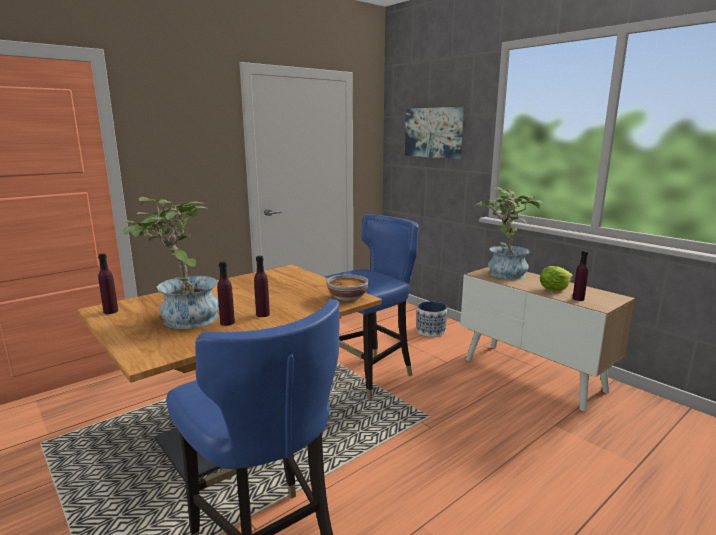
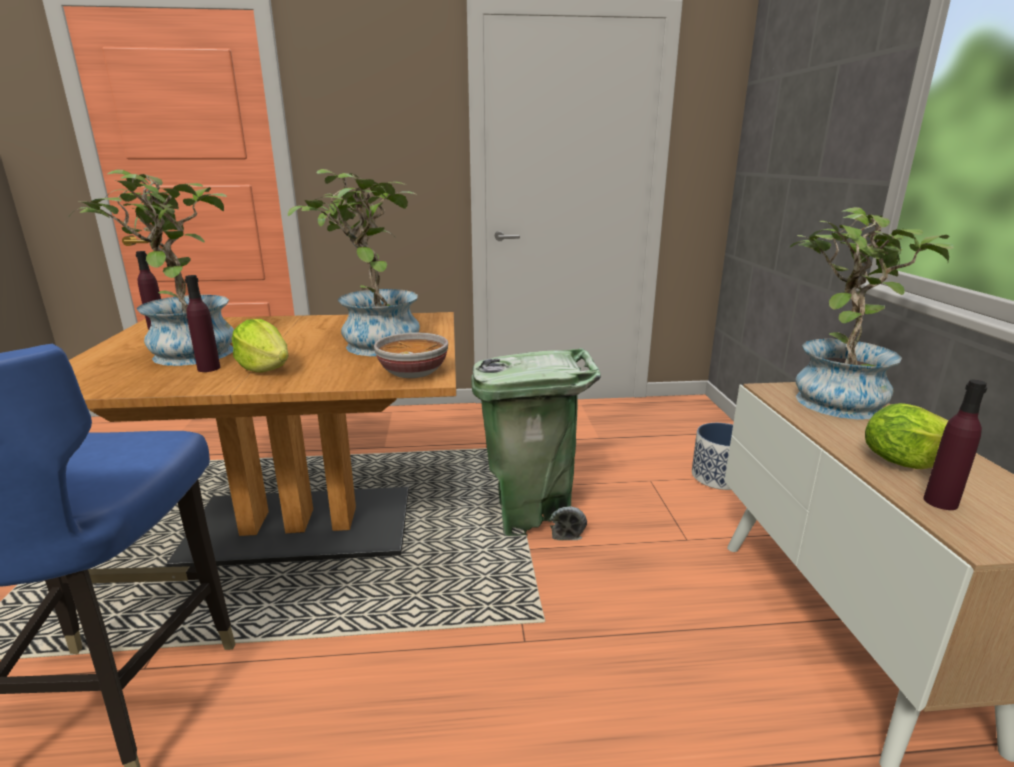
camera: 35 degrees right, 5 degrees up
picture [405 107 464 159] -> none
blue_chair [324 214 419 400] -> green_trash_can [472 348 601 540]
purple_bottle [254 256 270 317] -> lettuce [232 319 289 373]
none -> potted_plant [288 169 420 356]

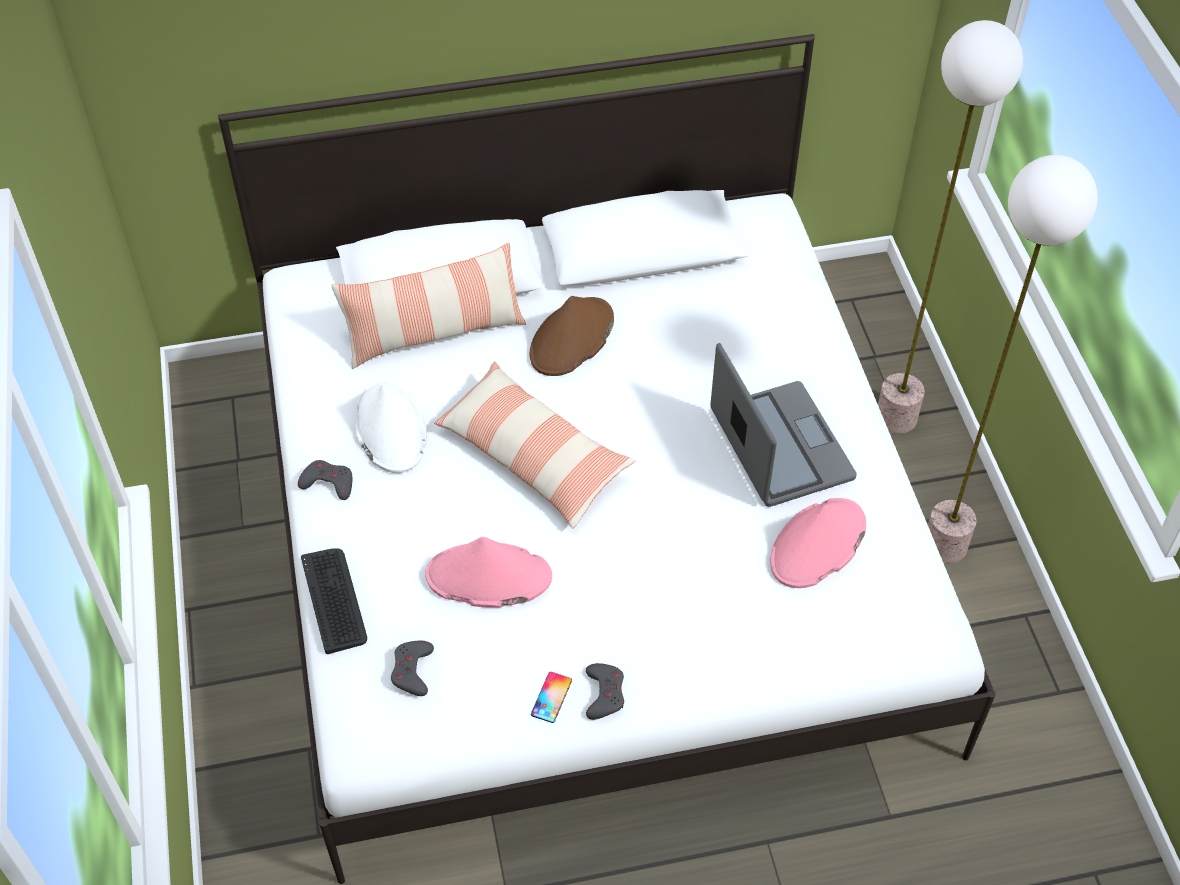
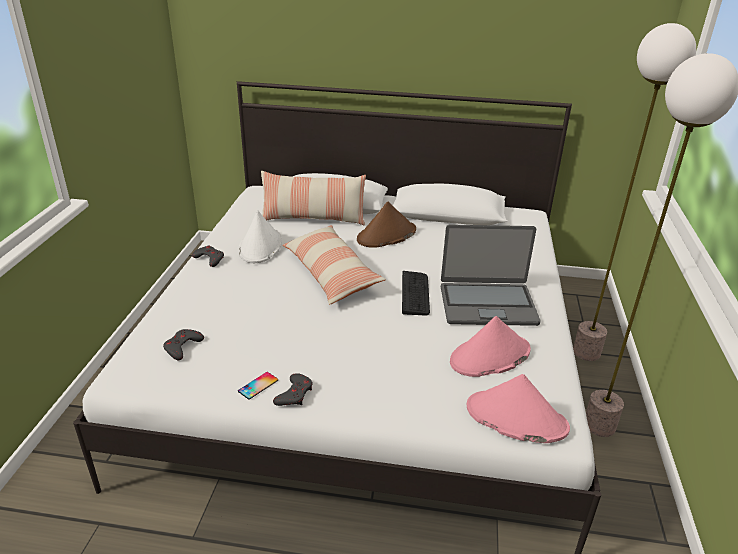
camera: 20 degrees right, 20 degrees down
laptop [710 343 857 507] -> laptop [441 224 541 326], 90 degrees clockwise
pink_hat [425 537 552 608] -> pink_hat [467 374 570 443], move
keyboard [301 548 367 654] -> keyboard [402 271 430 316], move

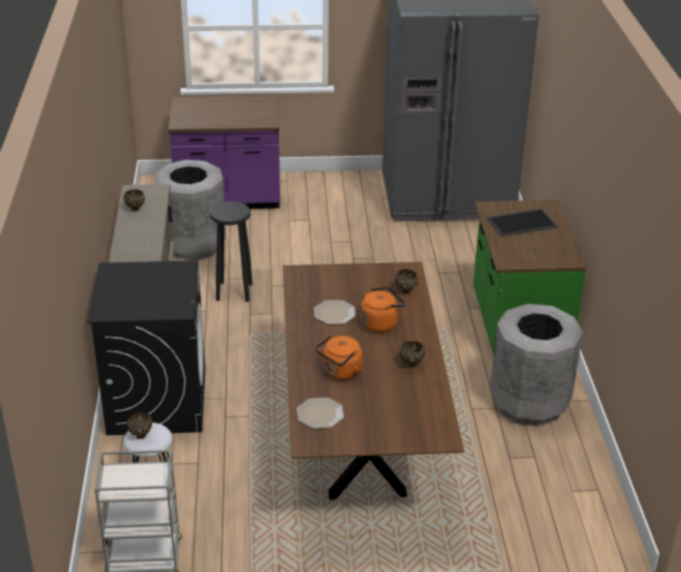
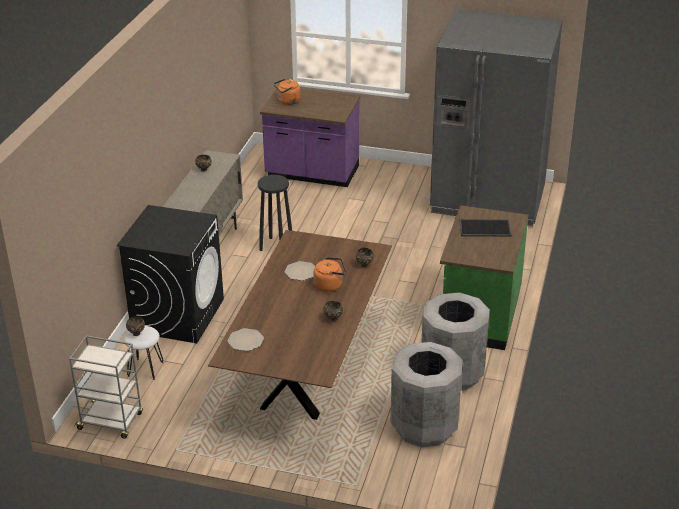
camera: 20 degrees right, 0 degrees up
grey_trash_can [154 160 226 261] -> grey_trash_can [391 342 463 447], move
orange_kettle [315 335 364 380] -> orange_kettle [274 79 301 105], move

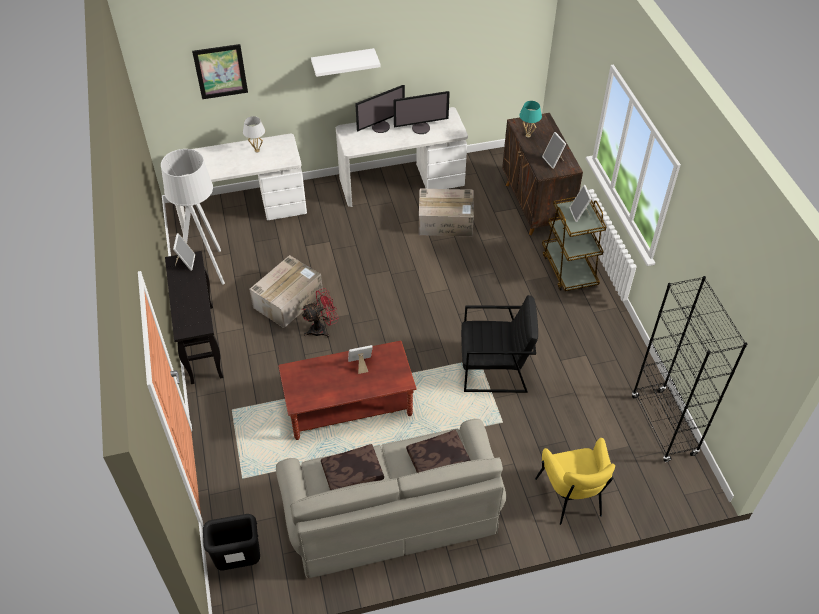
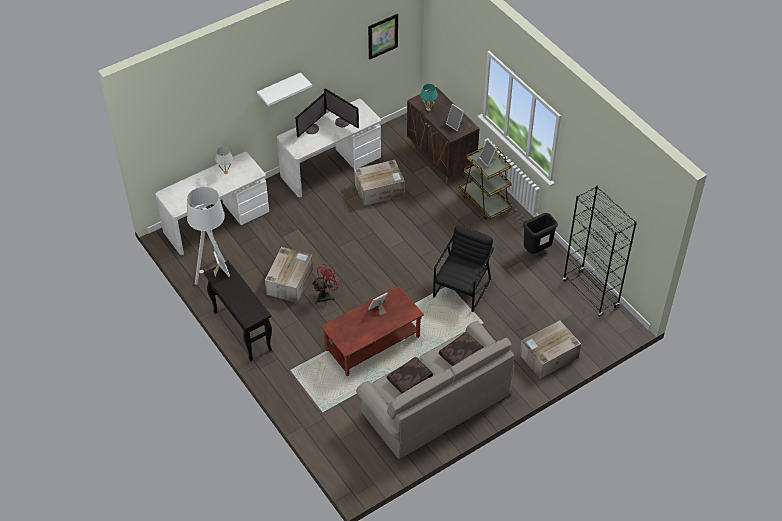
camera: 20 degrees left, 0 degrees up
picture [192 44 248 99] -> picture [368 14 398 60], move
monitor [393 91 450 134] -> monitor [324 89 359 129], 75 degrees clockwise
black_armchair [461 295 538 393] -> black_armchair [433 226 495 312], 45 degrees counterclockwise
yellow_armchair [535 438 615 525] -> cardboard_box [520 321 581 379]
black_trash_can [203 514 260 570] -> black_trash_can [523 213 558 254], move

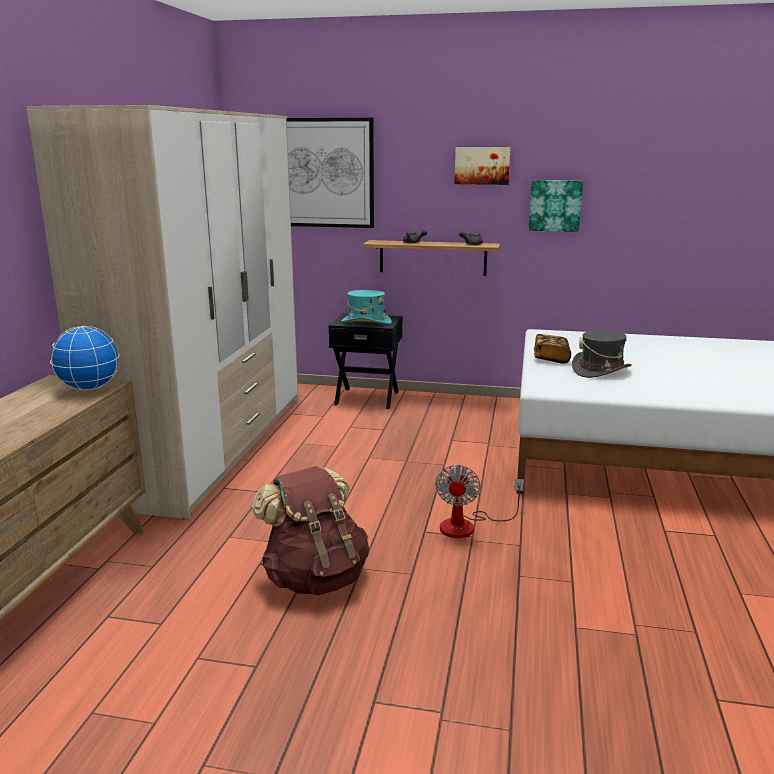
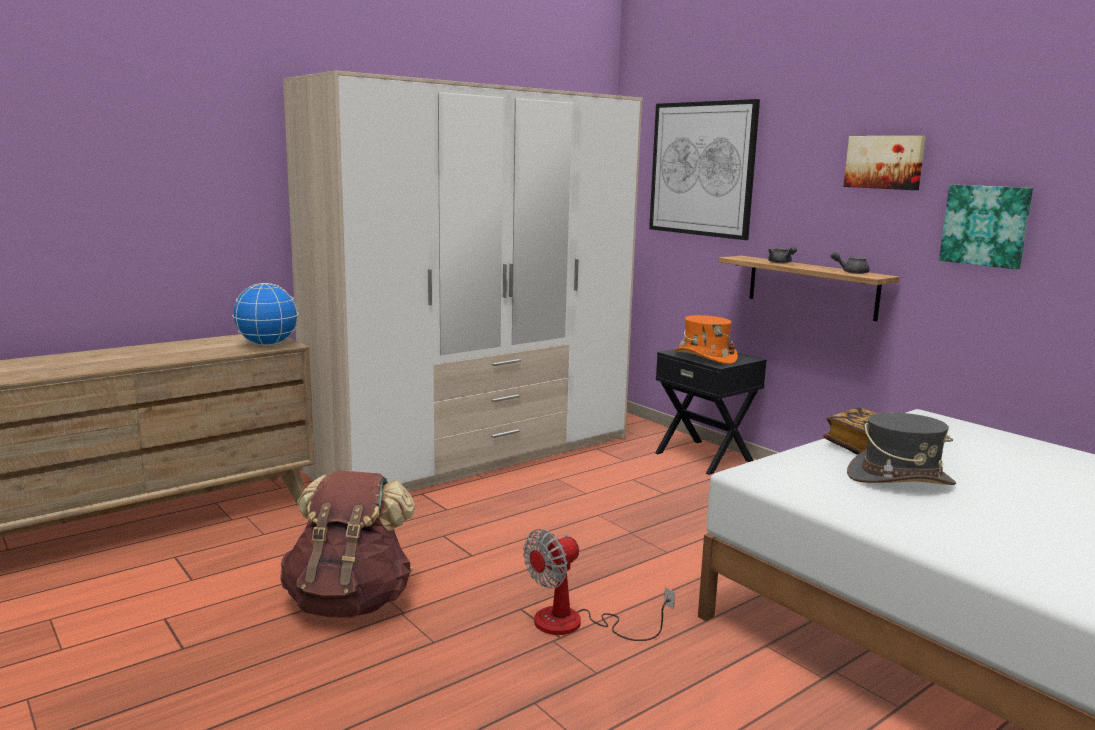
camera: 40 degrees right, 5 degrees down
turquoise_hat [341 290 392 324] -> orange_hat [674 315 738 364]

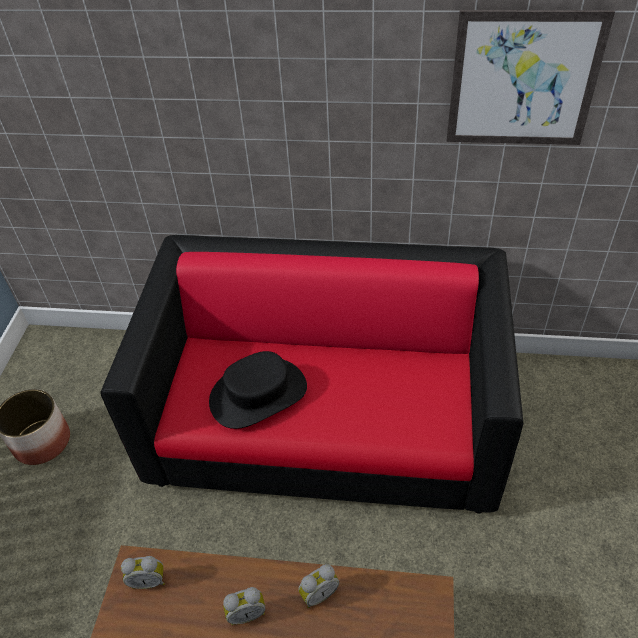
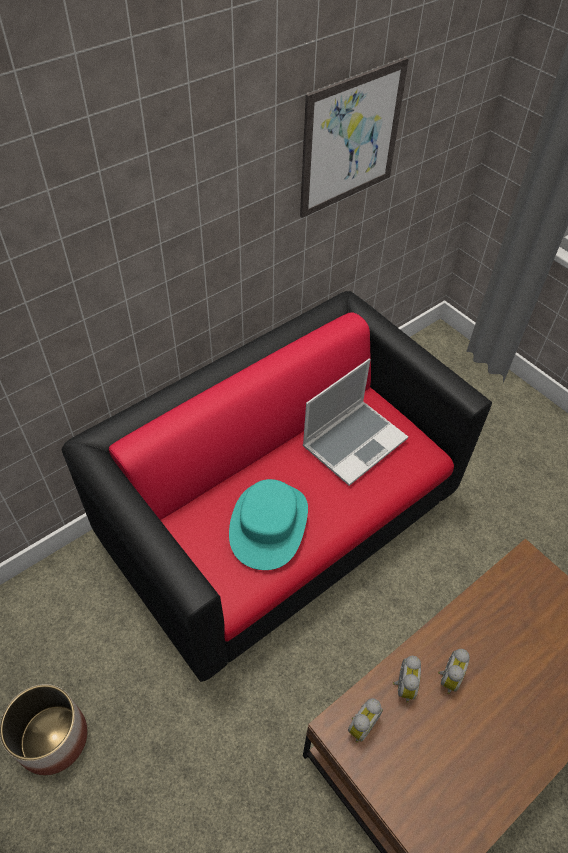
camera: 50 degrees left, 5 degrees up
black_hat [209 351 307 429] -> turquoise_hat [229 479 308 570]
alarm_clock [298 564 339 608] -> alarm_clock [393 656 421 703], move
none -> laptop [302 359 408 486]

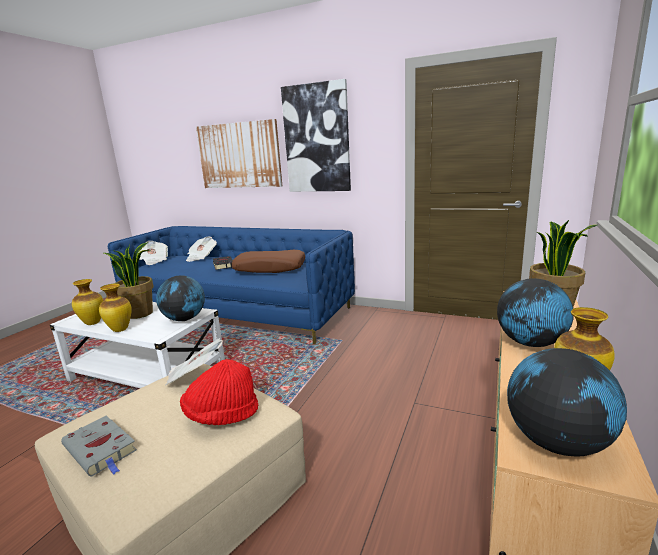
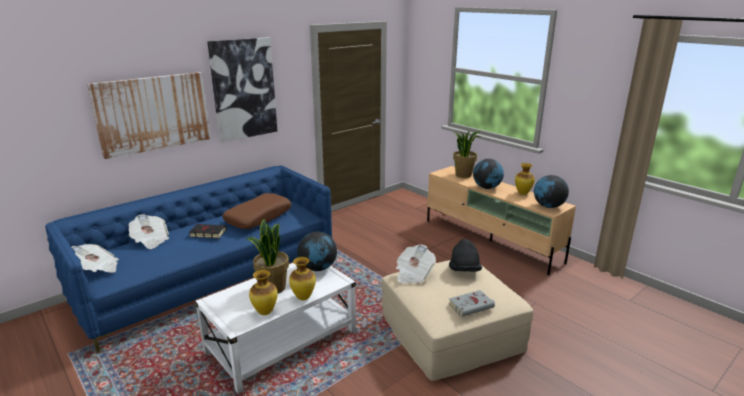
camera: 65 degrees left, 5 degrees up
red_hat [180 359 258 425] -> black_hat [449 239 482 272]

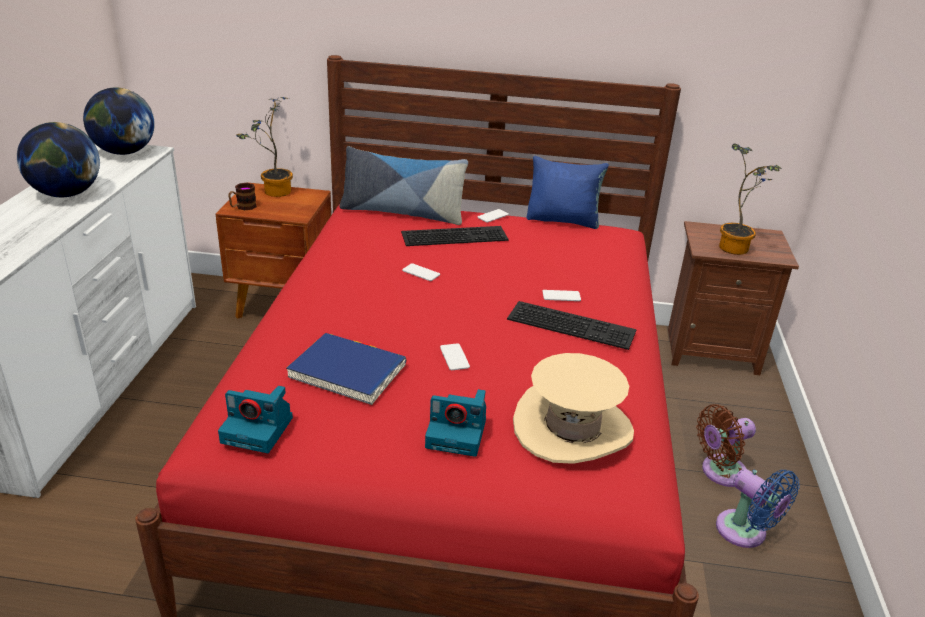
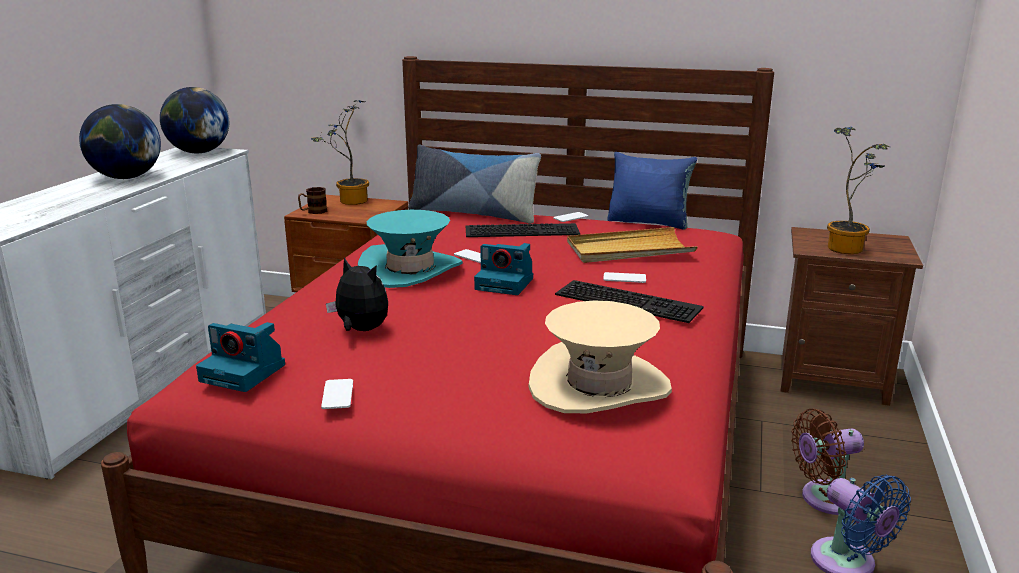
camera: 10 degrees right, 10 degrees down
blue_book [286 333 406 405] -> plush_toy [326 258 388 331]
phone [440 343 470 370] -> phone [321 379 353 409], move
photo_camera [425 389 486 457] -> photo_camera [474 243 533 295], move
none -> turquoise_hat [358 210 463 288]
none -> beige_tray [567 227 697 263]

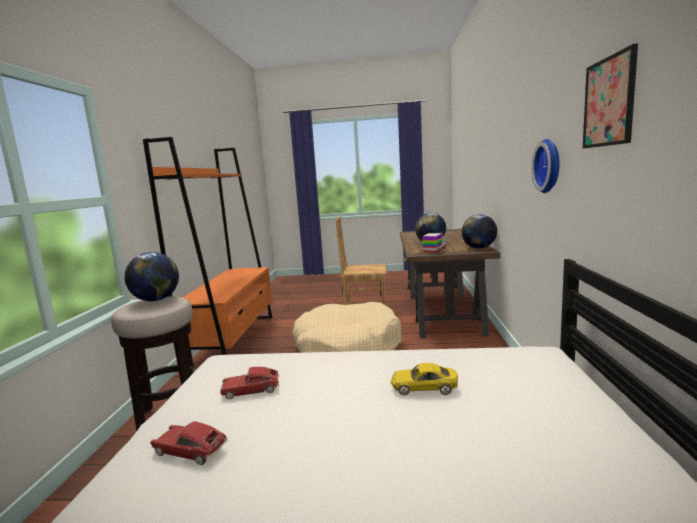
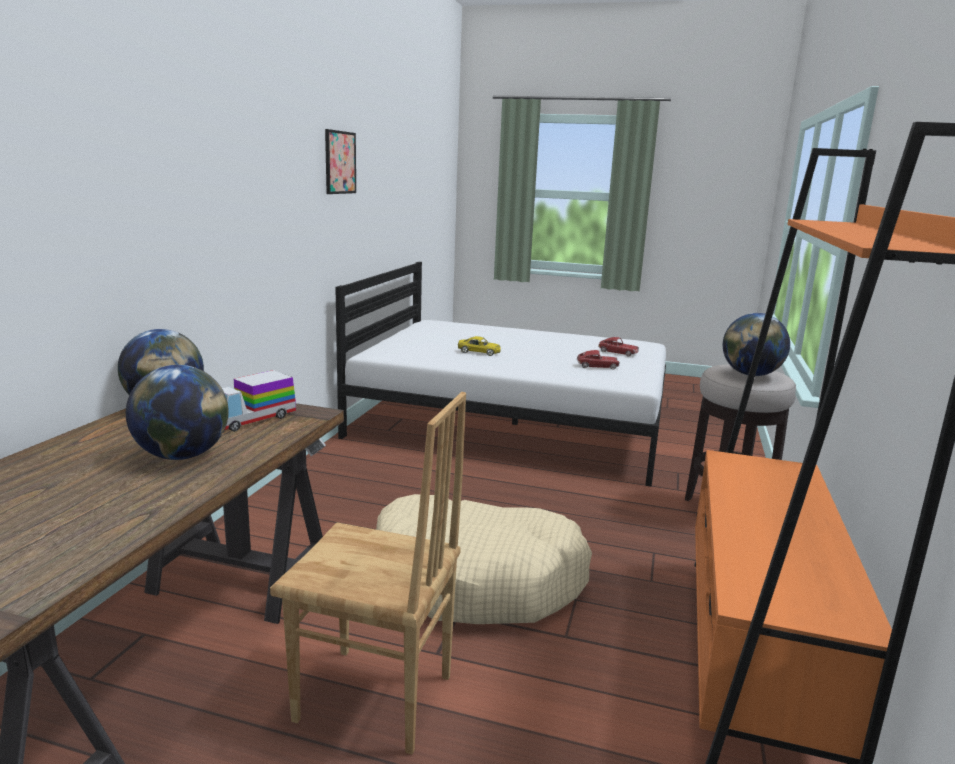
camera: 170 degrees left, 5 degrees up
wall_clock [532 139 559 193] -> none

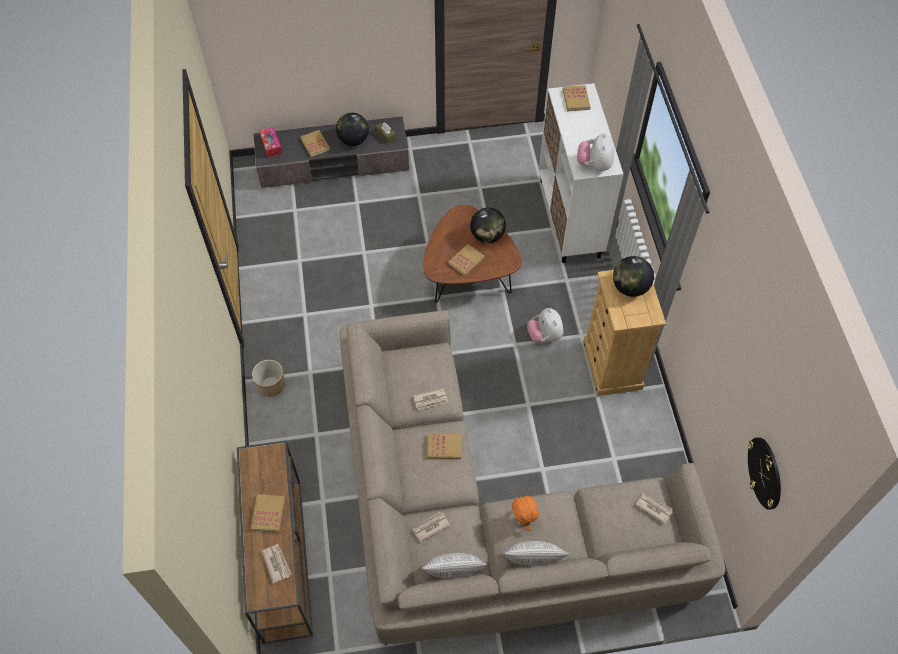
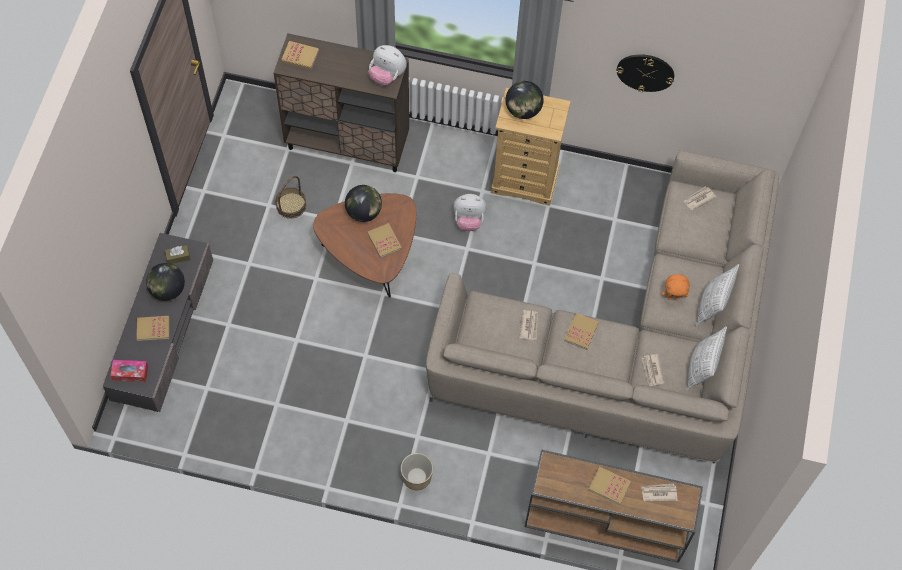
camera: 70 degrees left, 5 degrees up
white_cabinet [539 83 623 263] -> brown_cabinet [274 33 409 172]
wall_clock [748 437 781 510] -> wall_clock [617 54 674 92], move
none -> basket [275 176 306 219]

